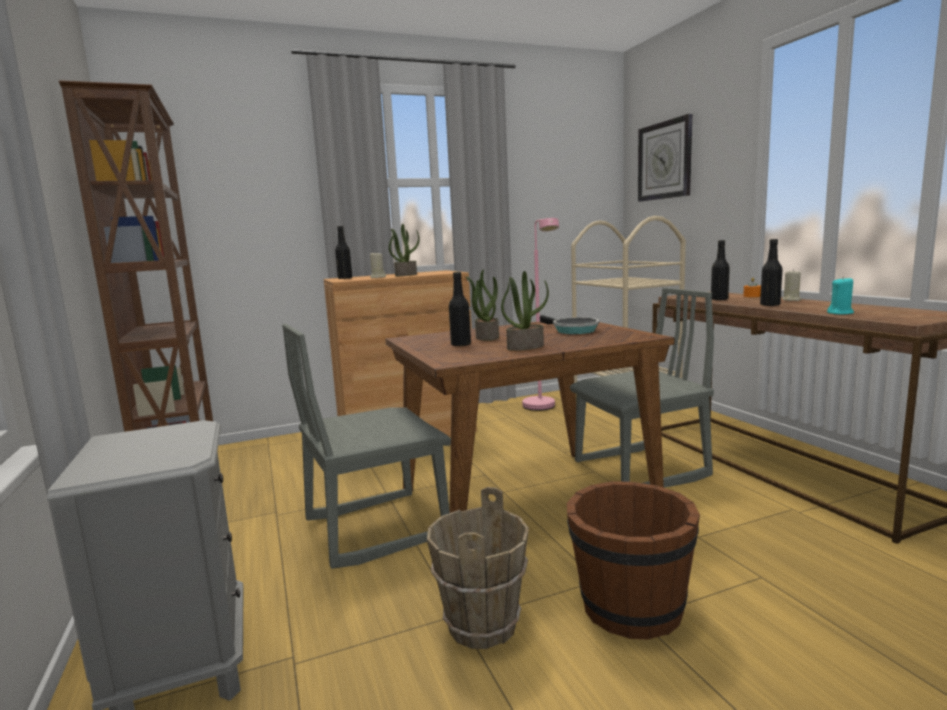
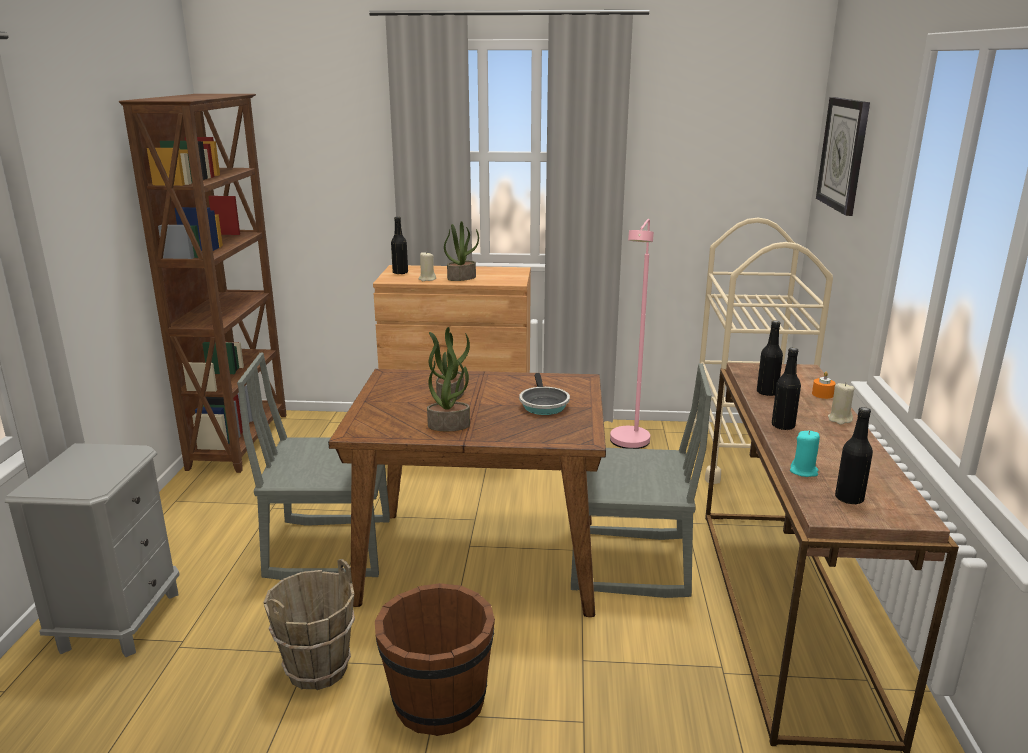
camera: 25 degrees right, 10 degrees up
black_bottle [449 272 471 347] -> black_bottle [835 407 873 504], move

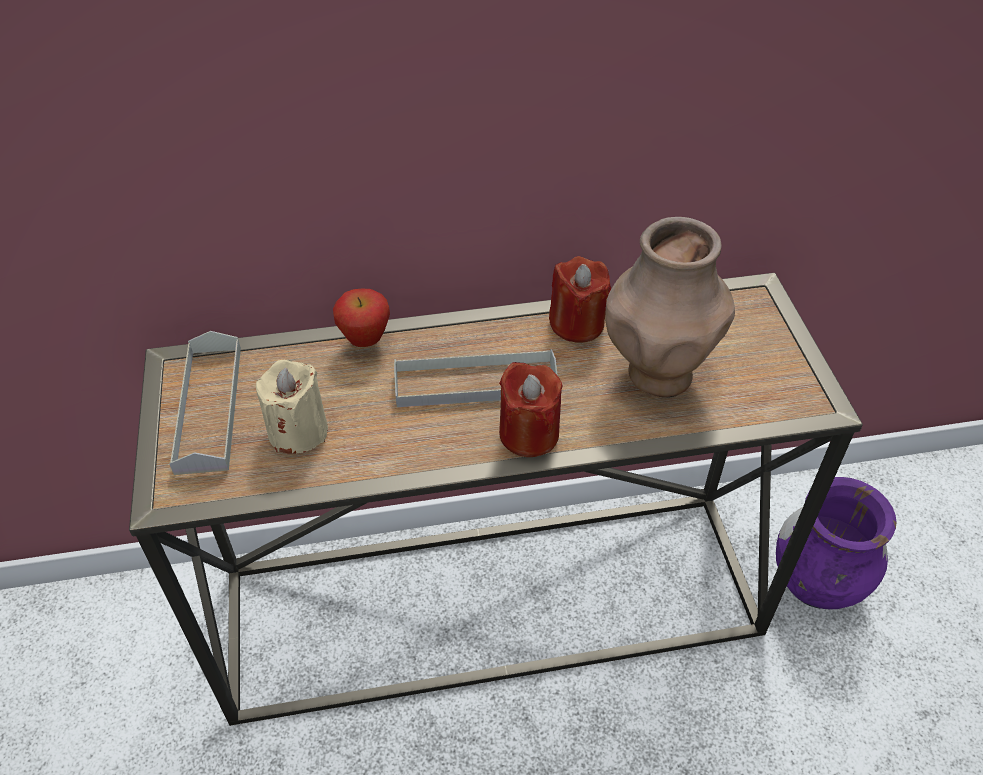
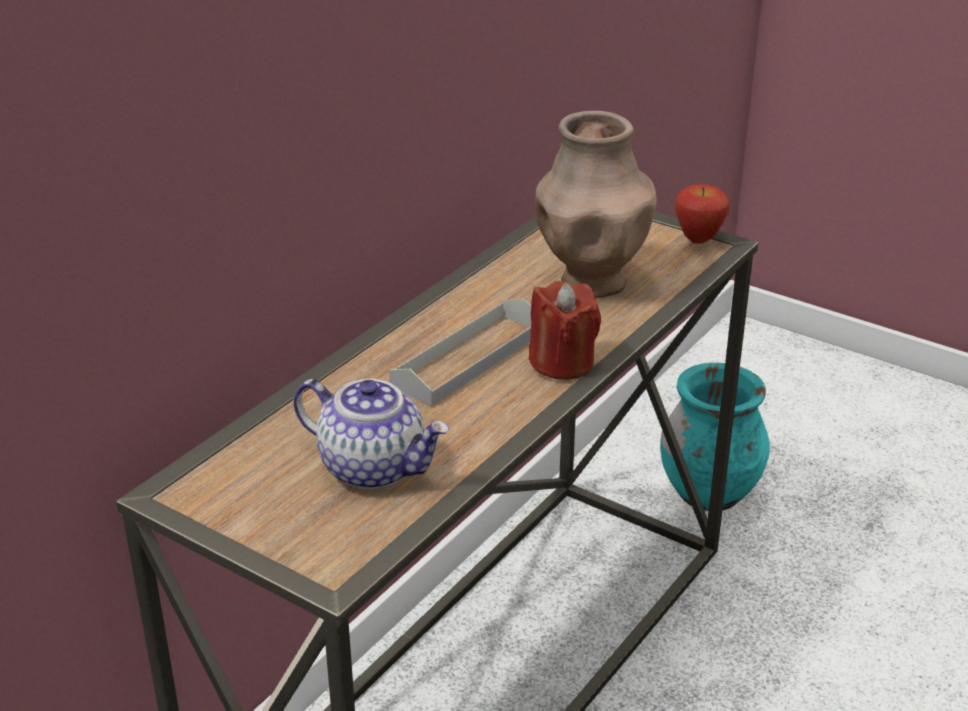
camera: 45 degrees left, 15 degrees down
red_candle [549 256 611 343] -> none
apple [333 289 390 347] -> apple [675 184 730 244], move
grey_tray [169 331 241 475] -> none
beige_candle [256 360 328 454] -> teapot [293 379 449 489]
purple_vase [776 477 897 609] -> turquoise_vase [660 363 770 511]

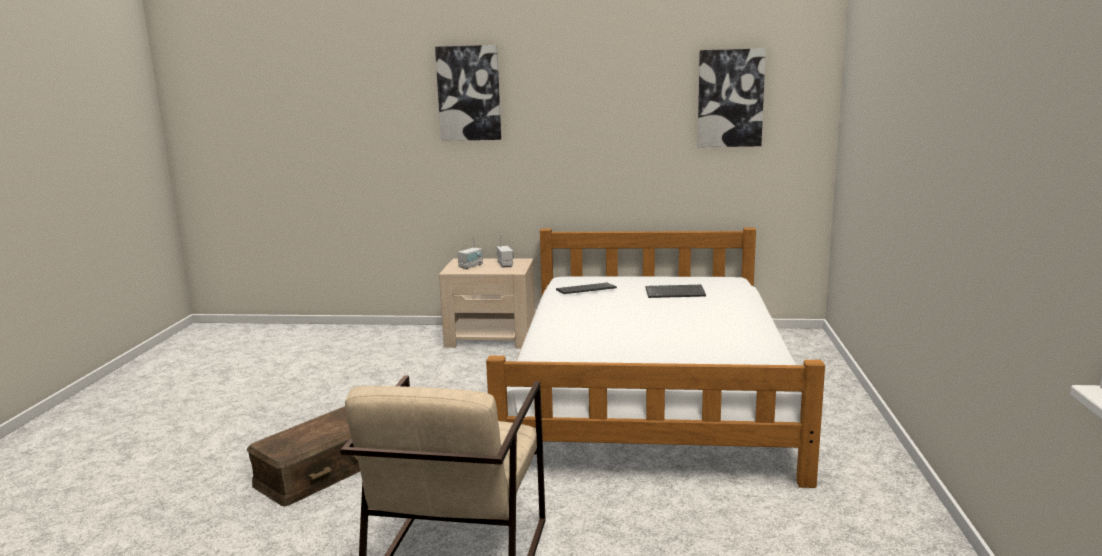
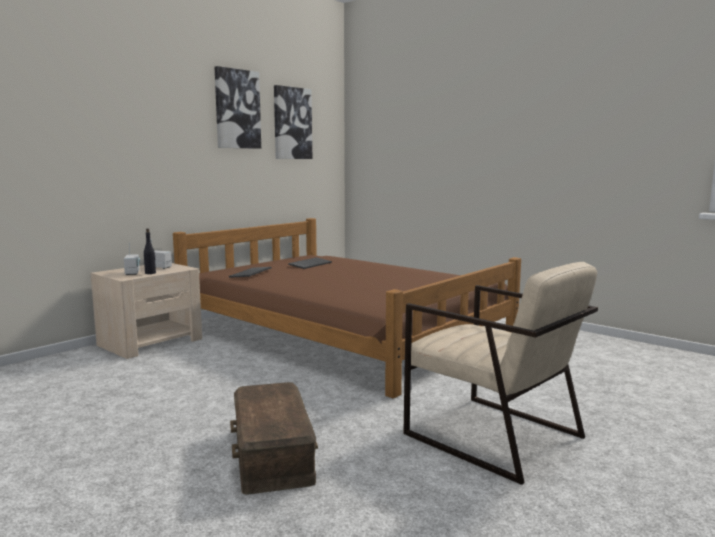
camera: 55 degrees left, 5 degrees down
picture [435 45 501 141] -> picture [215 66 261 149], move
white_bed [486 227 828 488] -> brown_bed [173 218 521 399]
none -> black_bottle [144 228 156 274]

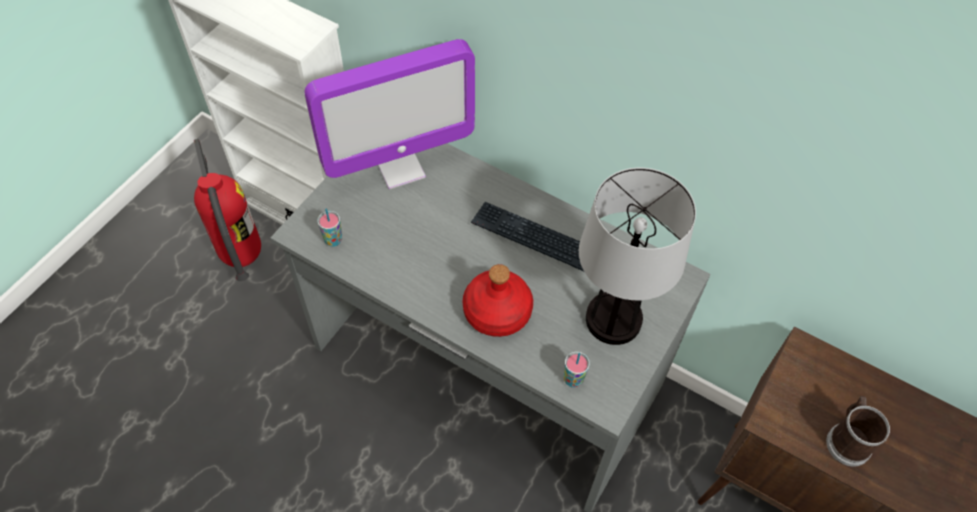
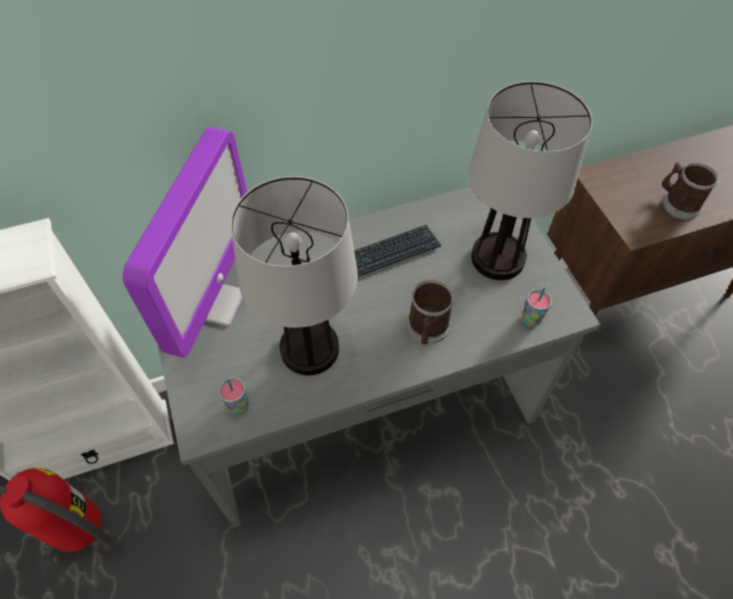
camera: 50 degrees left, 0 degrees up
red_bottle [463 264 533 337] -> mug [407 280 454 345]
none -> table_lamp [231 176 358 375]

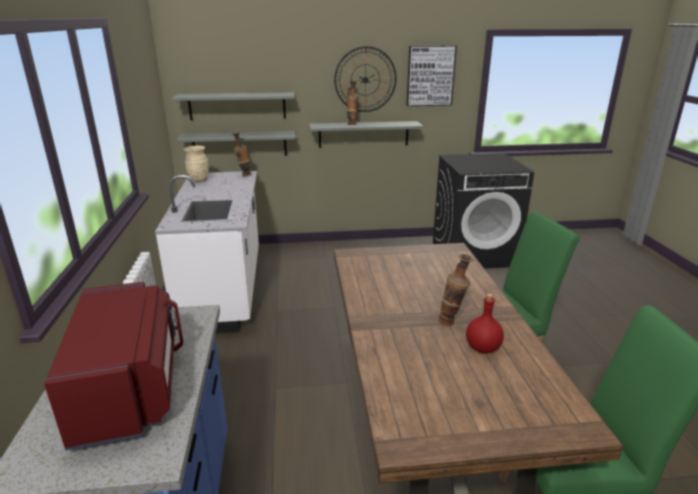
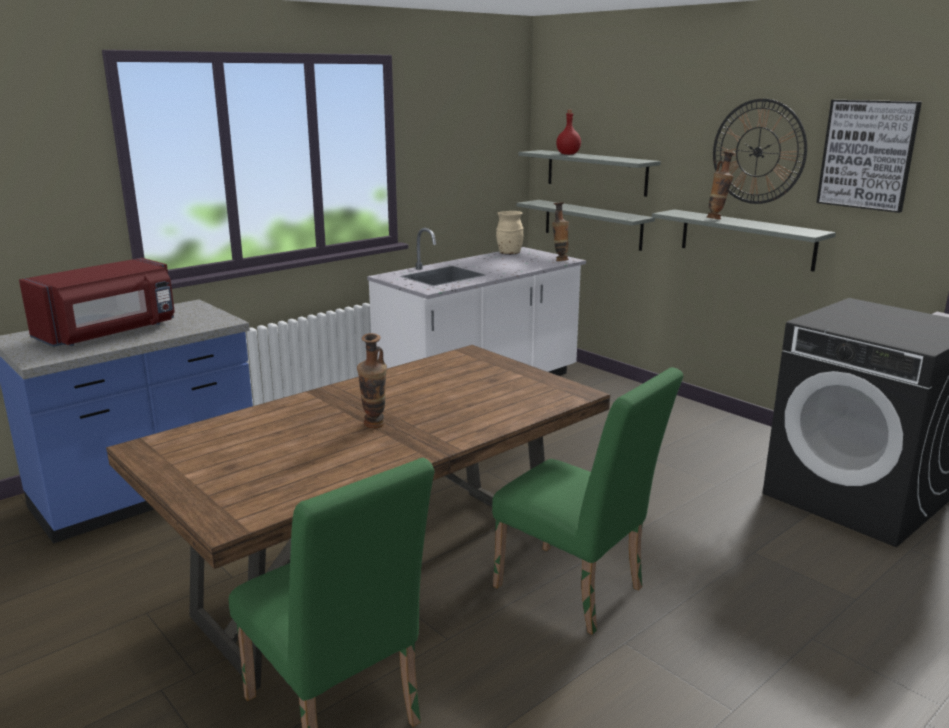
camera: 55 degrees right, 5 degrees down
red_bottle [466 293 504 354] -> red_bottle [556 110 581 155], move

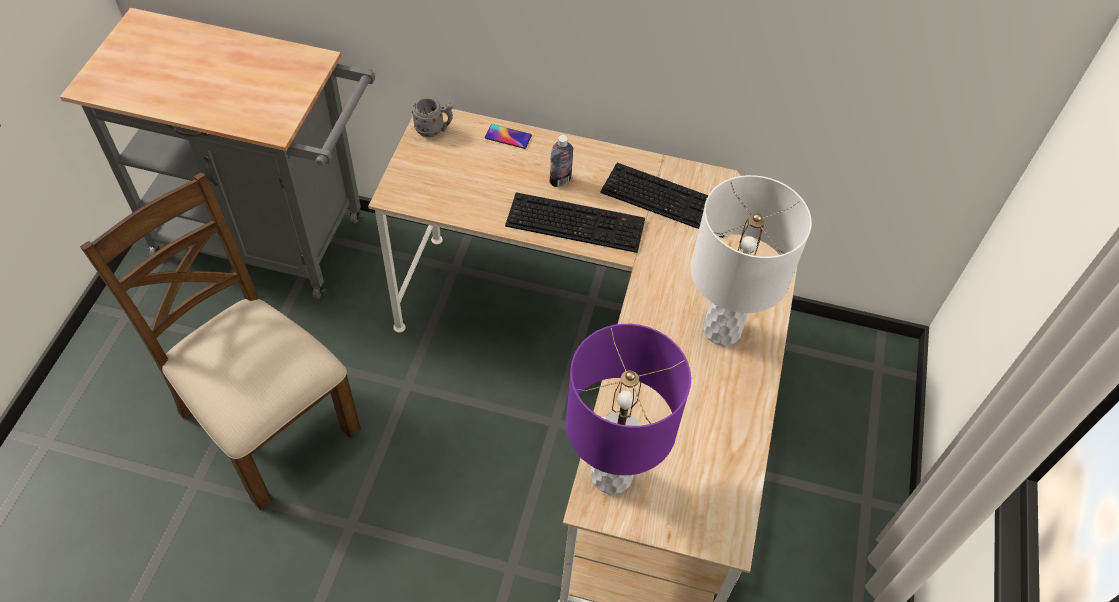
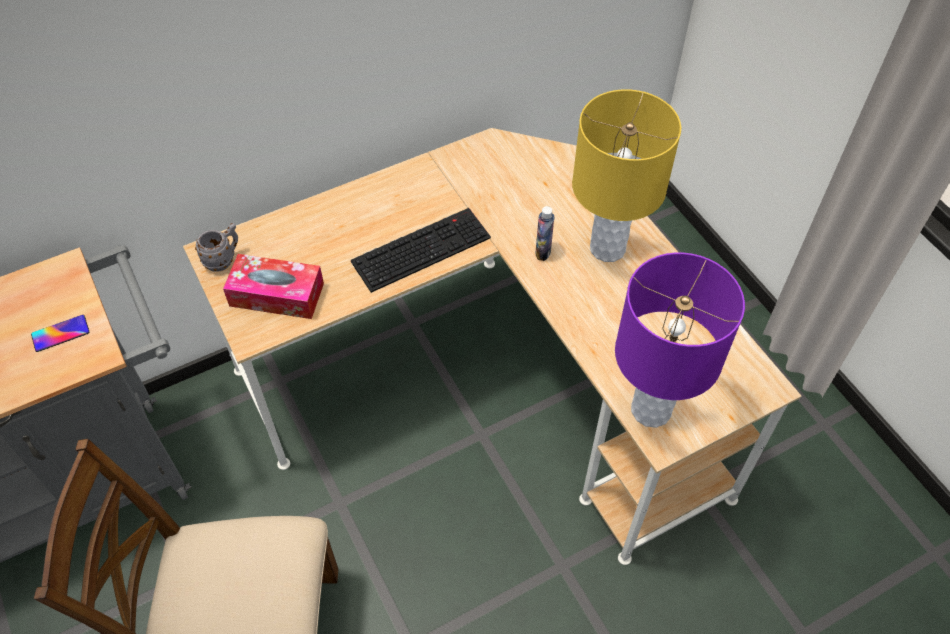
camera: 40 degrees left, 0 degrees up
phone [485 124 532 149] -> phone [31 315 89 352], move
bottle [550 135 573 187] -> bottle [536 206 554 261], move
keyboard [600 163 725 238] -> none
white_table_lamp [690 175 812 346] -> yellow_table_lamp [572 89 681 262]
none -> tissue_box [223 254 324 319]

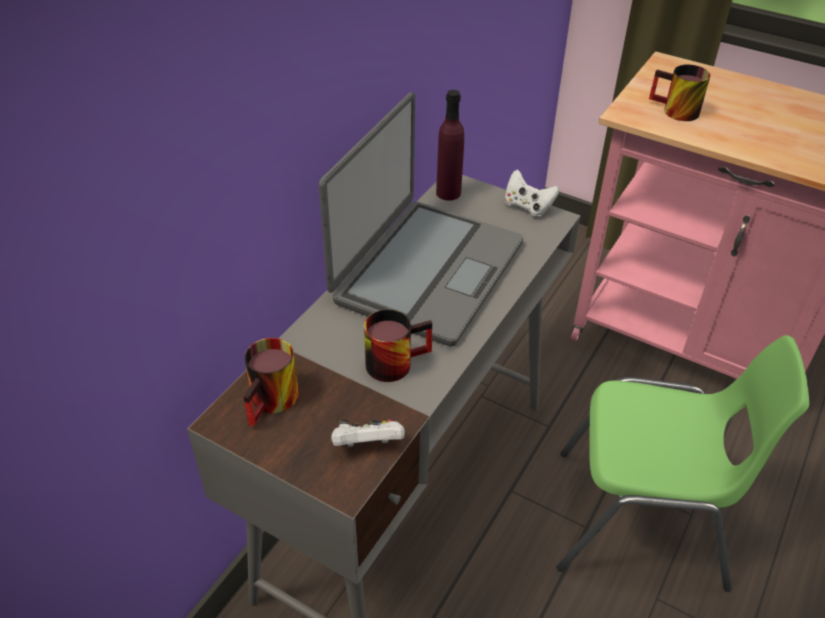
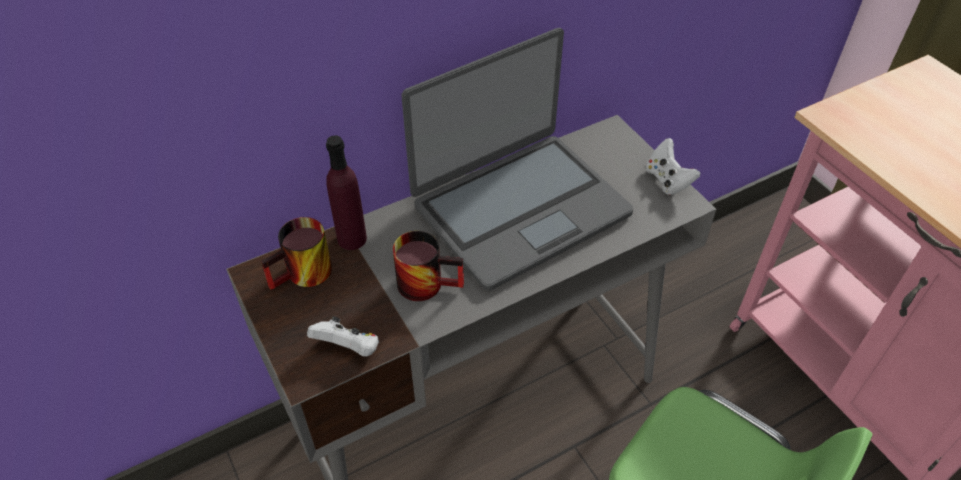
camera: 30 degrees right, 5 degrees up
mug [649 64 710 121] -> none
purple_bottle [436 90 464 201] -> purple_bottle [326 135 367 250], move

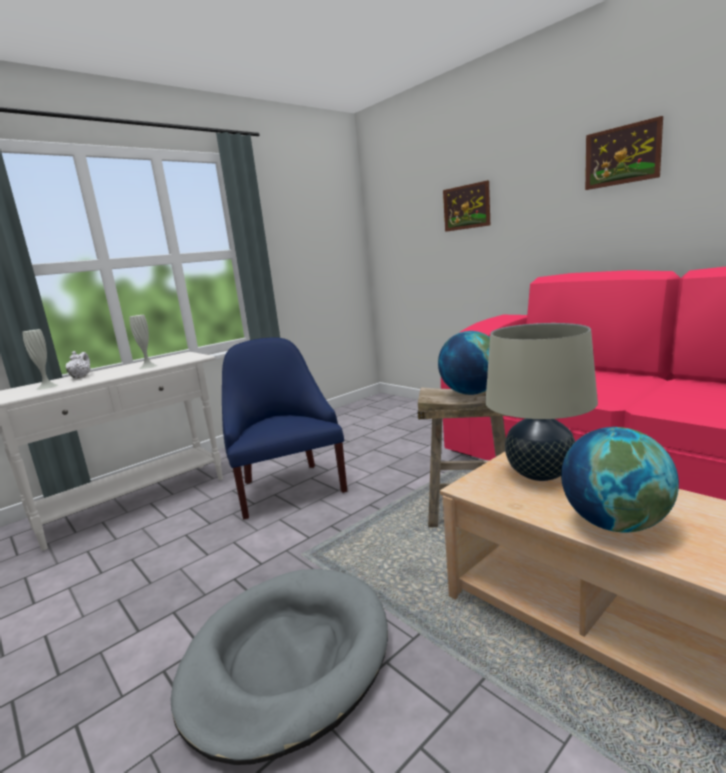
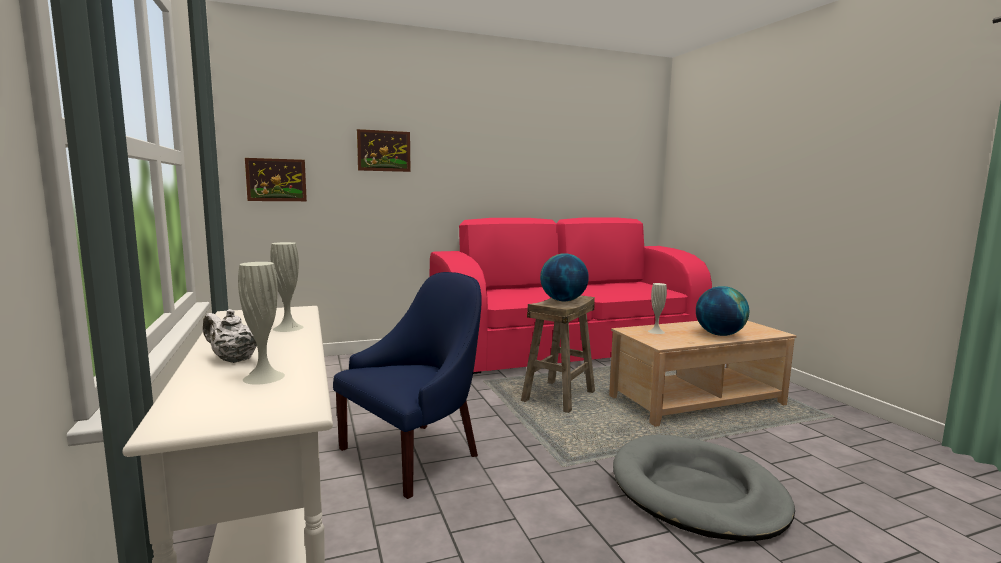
camera: 70 degrees left, 5 degrees down
picture [585 116 663 190] -> picture [245 158 307 201], move
beige_table_lamp [485 323 598 481] -> white_vase [648 283 667 334]
blue_armchair [222 337 347 519] -> blue_armchair [333 272 482 499], 135 degrees clockwise

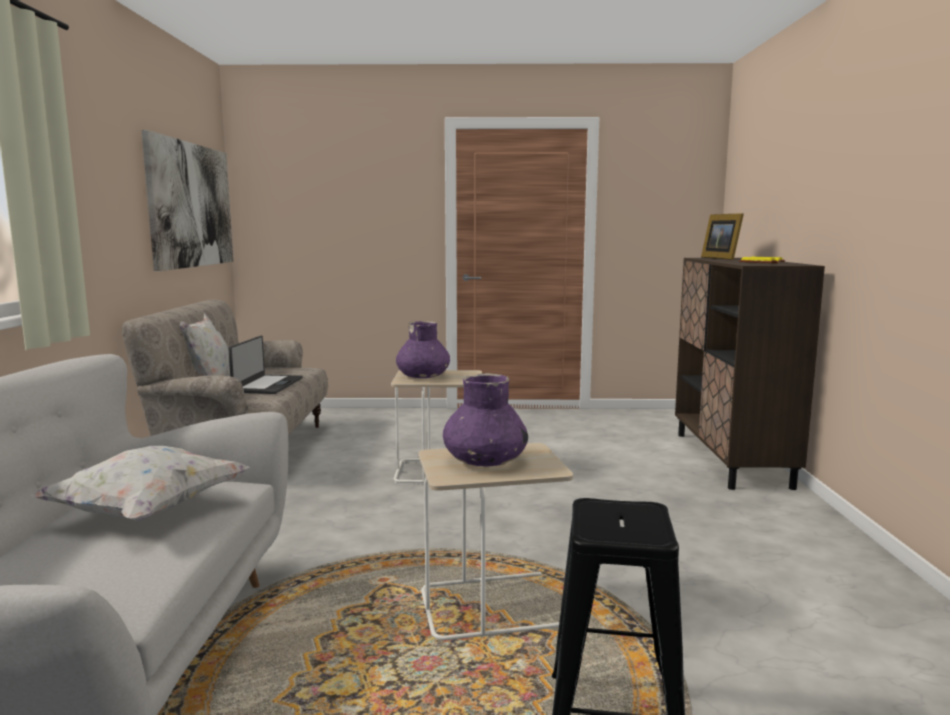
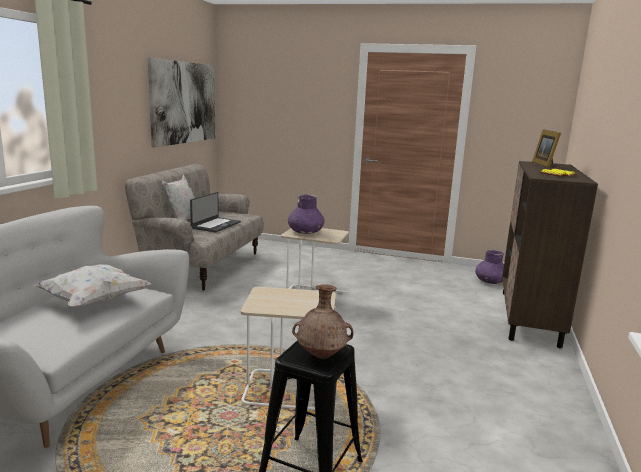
camera: 15 degrees right, 5 degrees up
purple_vase [443 373 528 467] -> purple_vase [475 249 504 284], move
none -> brown_vase [292 284 354 359]

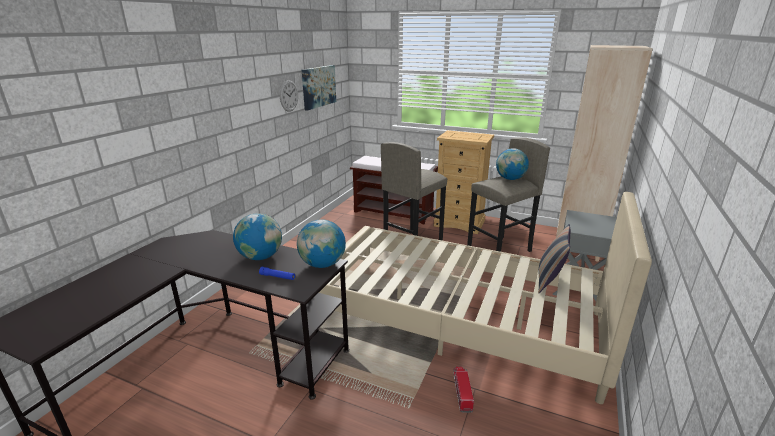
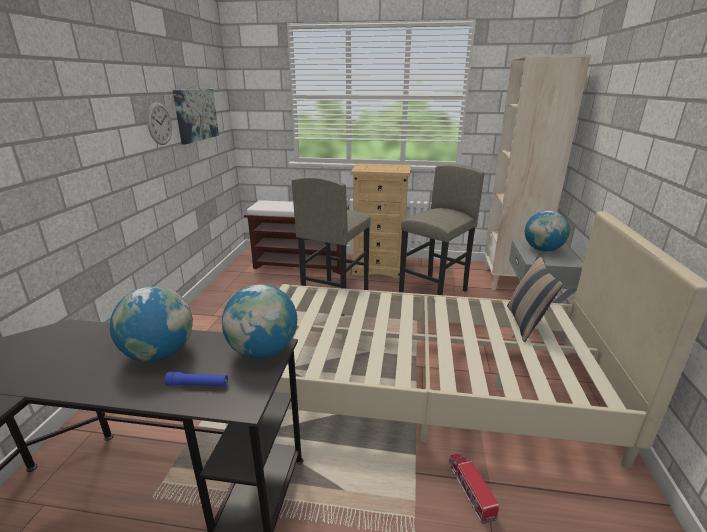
camera: 15 degrees left, 0 degrees up
globe [496 148 529 180] -> globe [525 211 570 251], move

